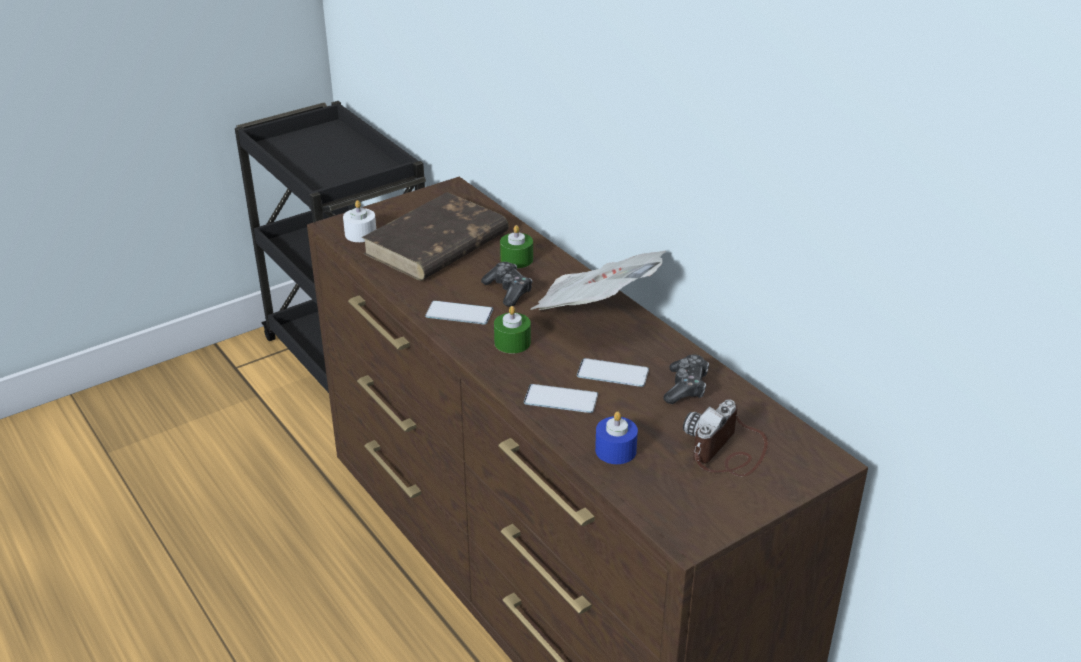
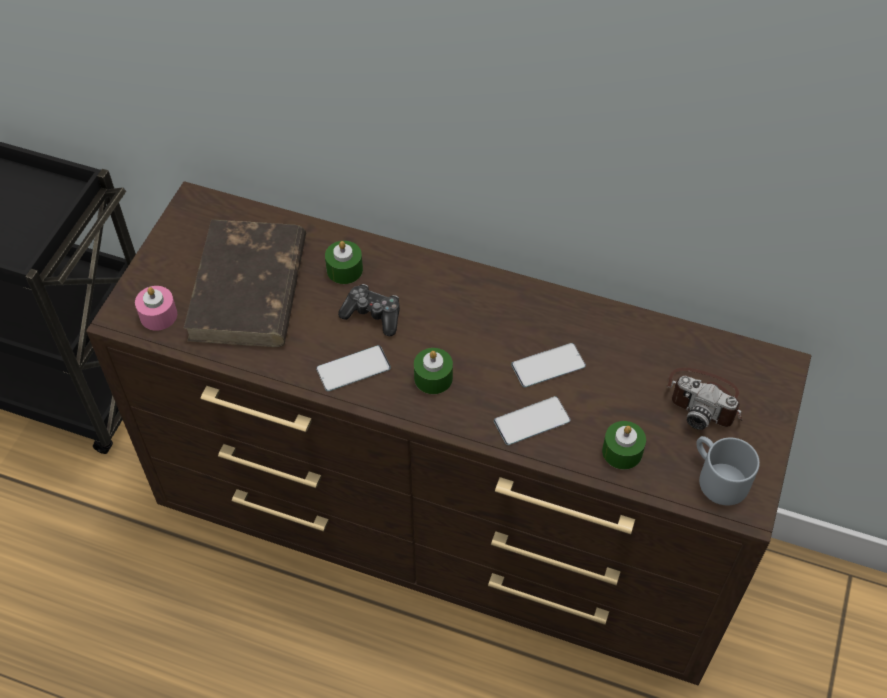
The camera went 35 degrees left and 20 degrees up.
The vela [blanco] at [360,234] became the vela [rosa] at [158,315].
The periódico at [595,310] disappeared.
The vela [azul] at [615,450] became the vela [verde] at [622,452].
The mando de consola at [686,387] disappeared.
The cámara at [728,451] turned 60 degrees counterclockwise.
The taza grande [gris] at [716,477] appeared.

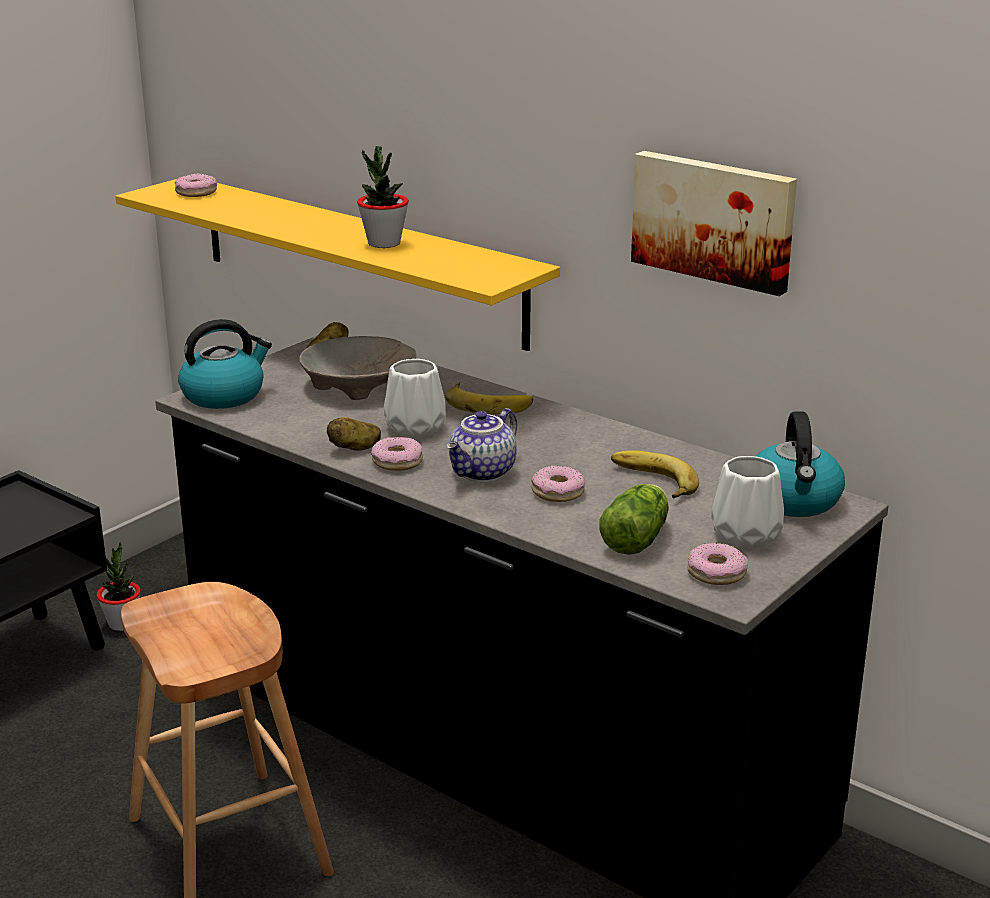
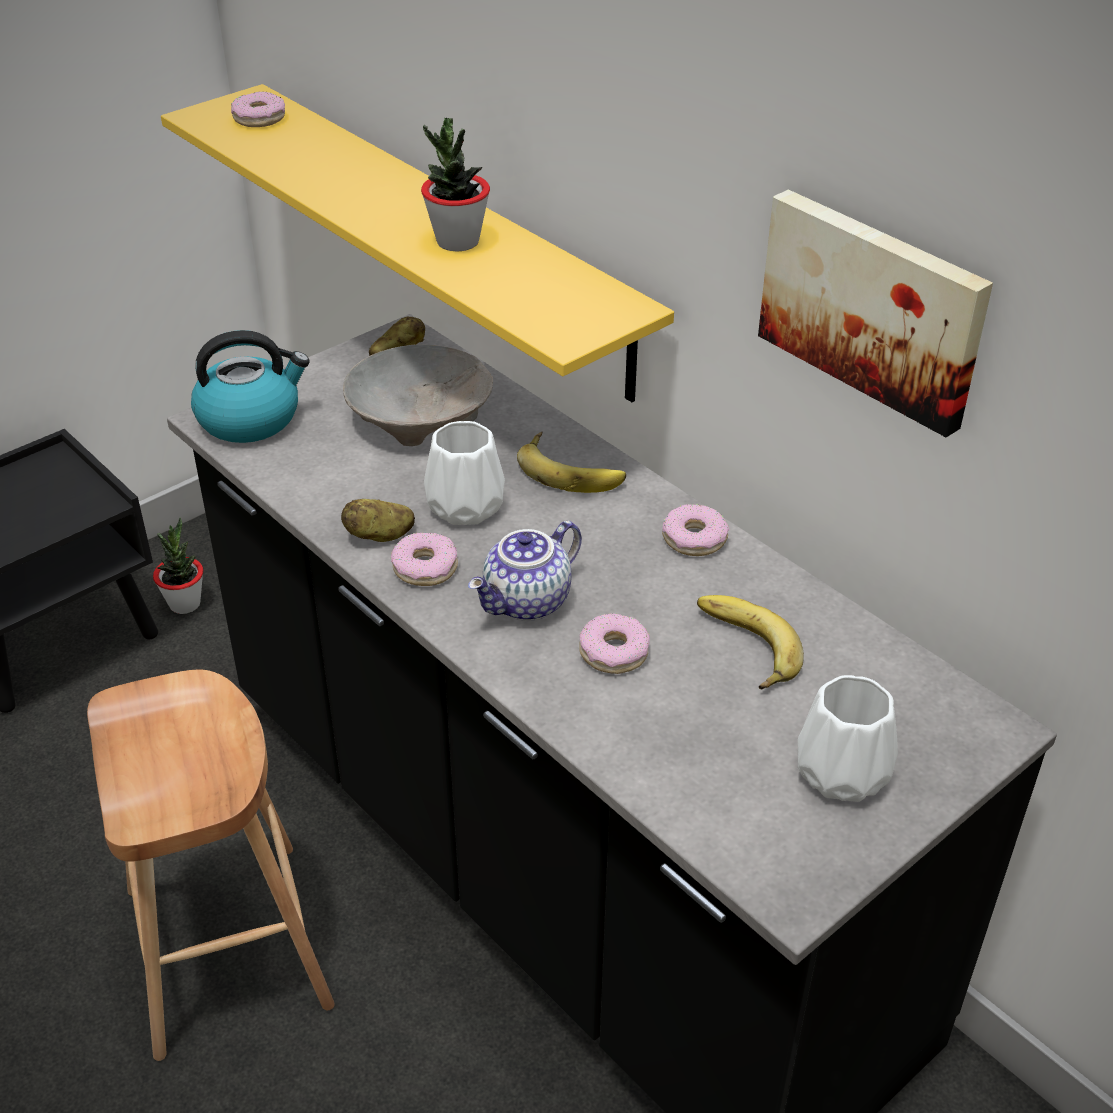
The camera went 10 degrees right and 15 degrees up.
The lechuga at [637,537] disappeared.
The rosquilla moved from [716,573] to [694,538].
The hervidor at [794,501] disappeared.

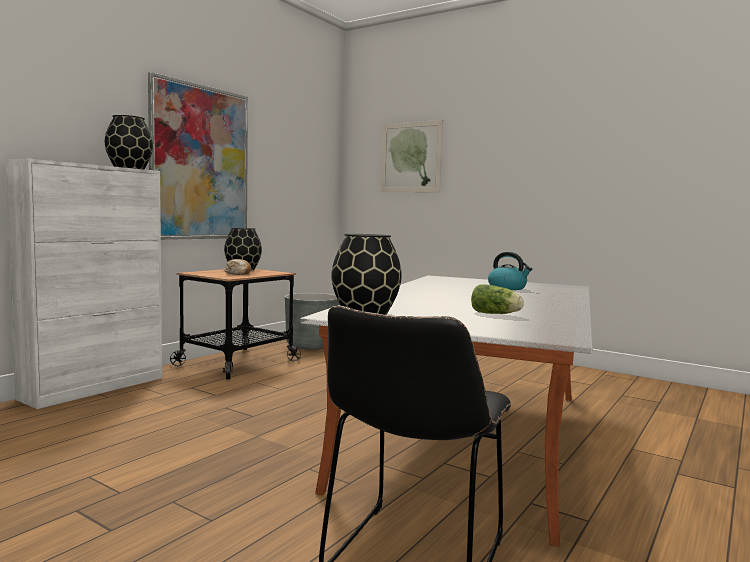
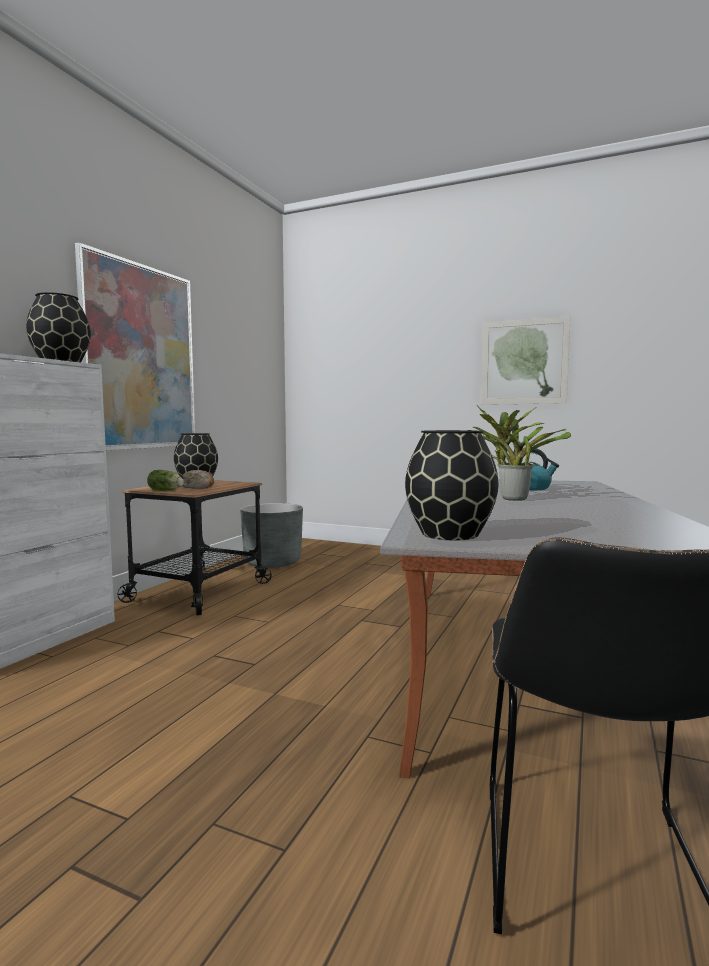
The camera went 10 degrees left and 0 degrees up.
The cuadro moved from [411,157] to [524,362].
The lechuga moved from [496,314] to [166,490].
The planta en maceta at [510,498] appeared.

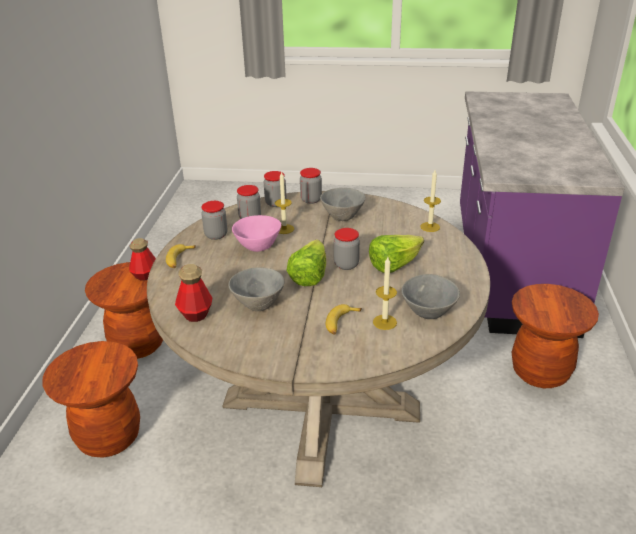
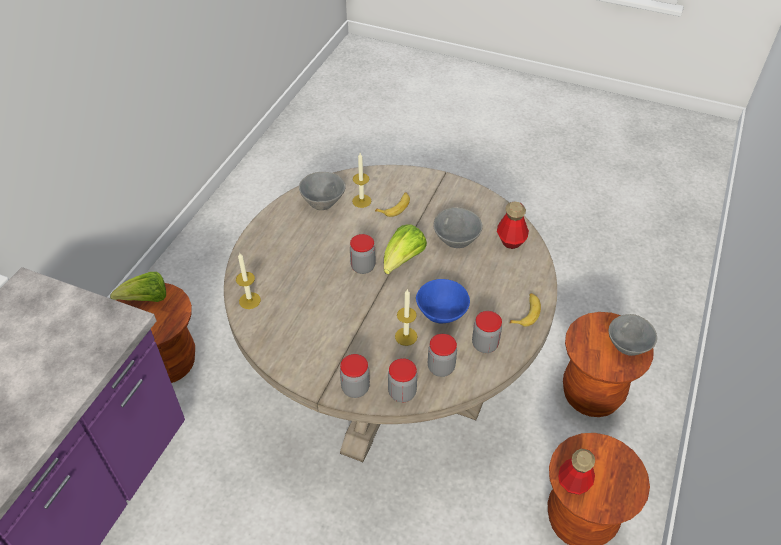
The camera went 165 degrees left and 15 degrees up.
The cuenco [rosa] at [257,245] became the cuenco [azul] at [442,315].
The cuenco [gris] moved from [344,216] to [626,346].
The lechuga moved from [394,265] to [146,299].

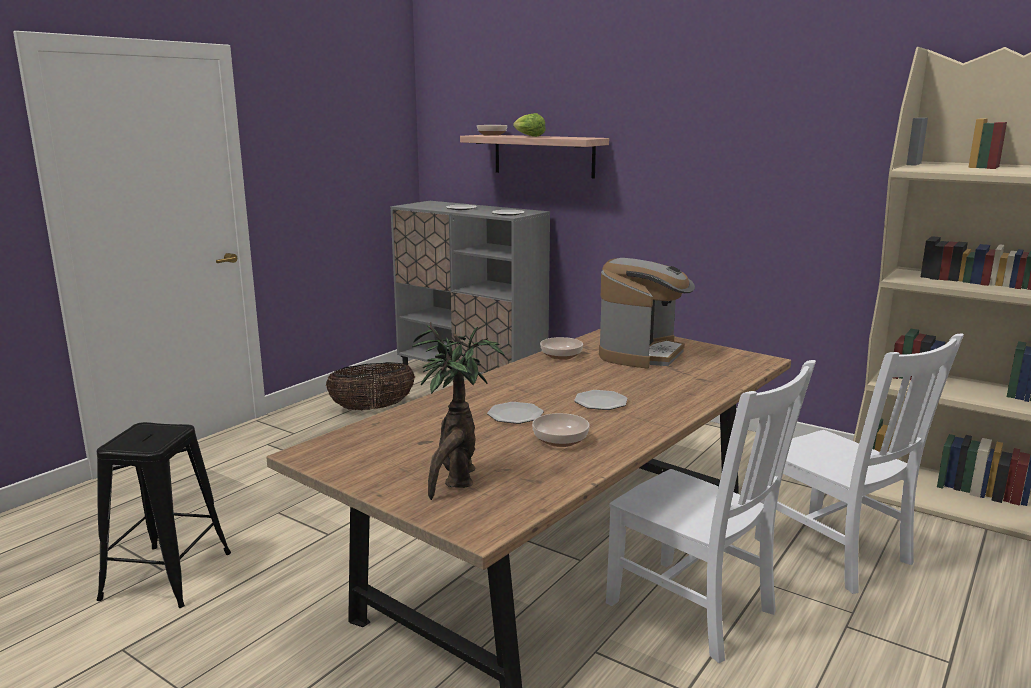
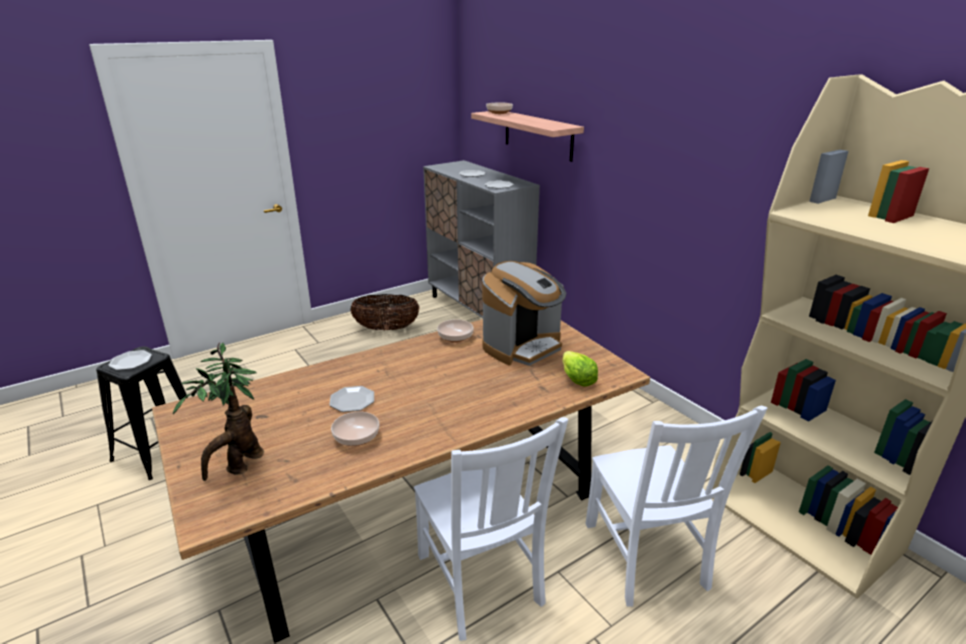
The camera went 20 degrees right and 10 degrees up.
The lechuga moved from [528,136] to [576,379].
The plato moved from [600,402] to [130,361].

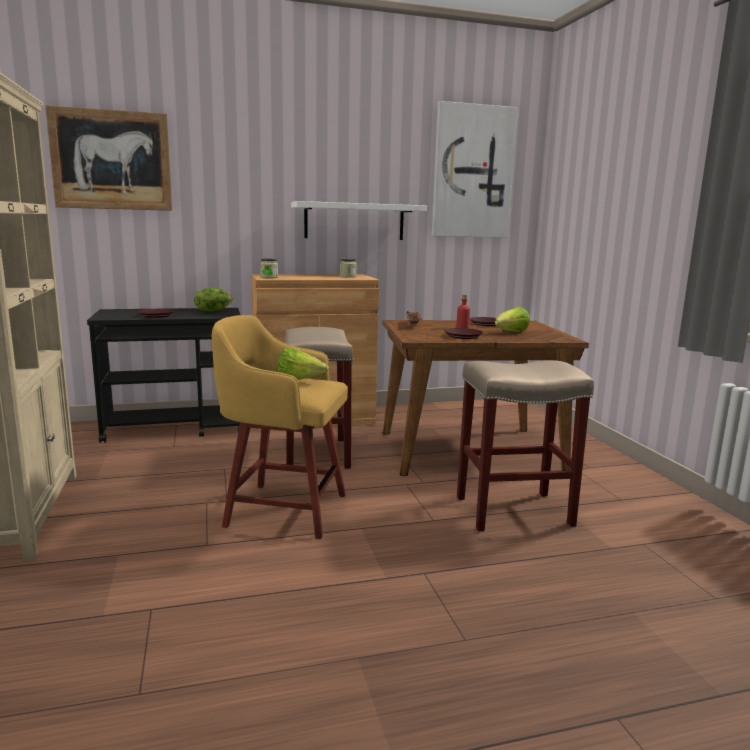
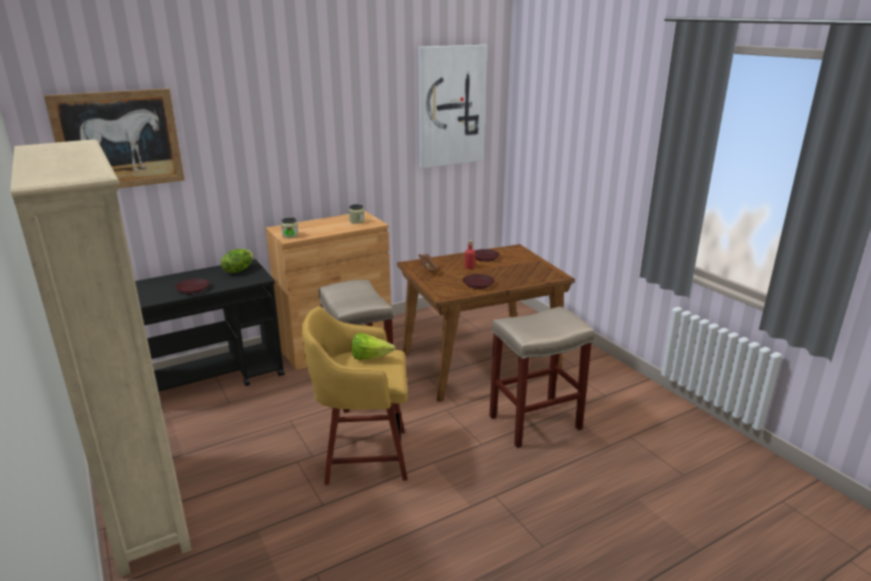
The camera went 15 degrees left and 10 degrees up.
The estante [blanco] at [354,221] disappeared.
The lechuga at [511,333] disappeared.

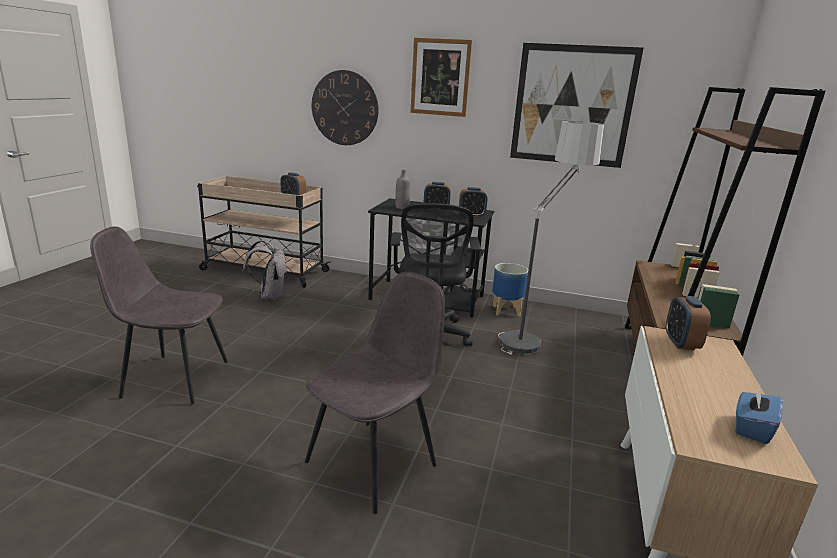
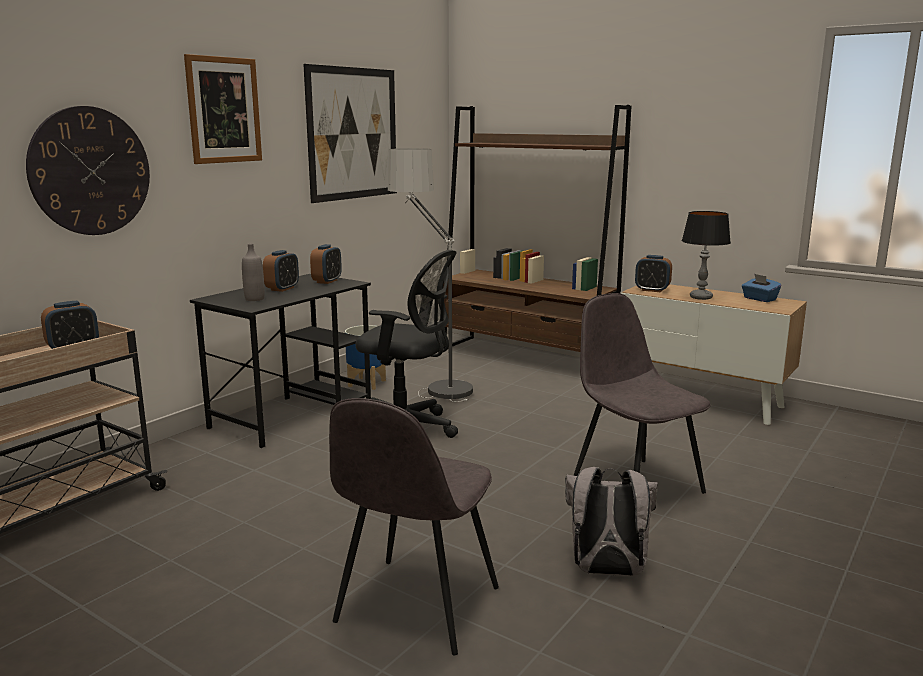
The camera went 70 degrees left and 5 degrees down.
The mochila [gris] moved from [270,296] to [606,571].
The lámpara de mesa at [701,297] appeared.

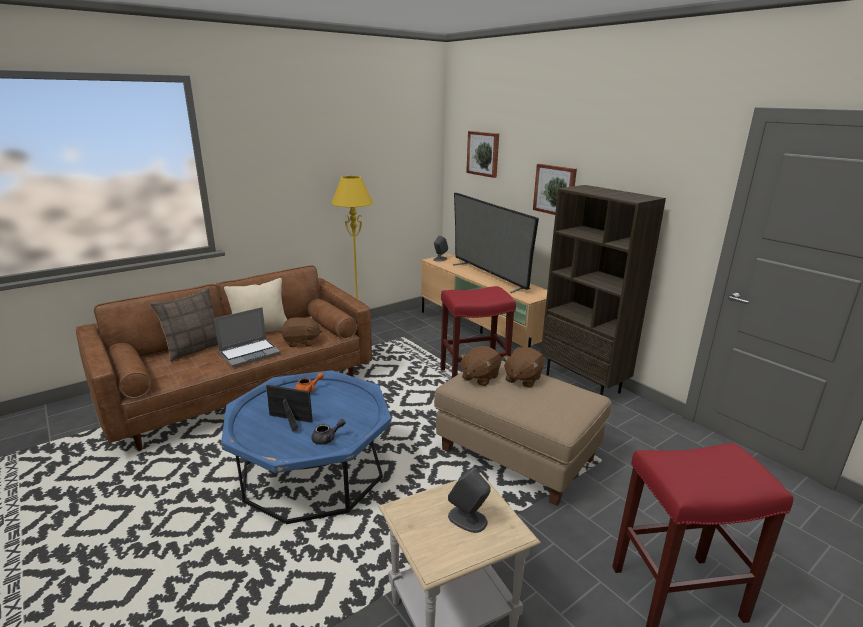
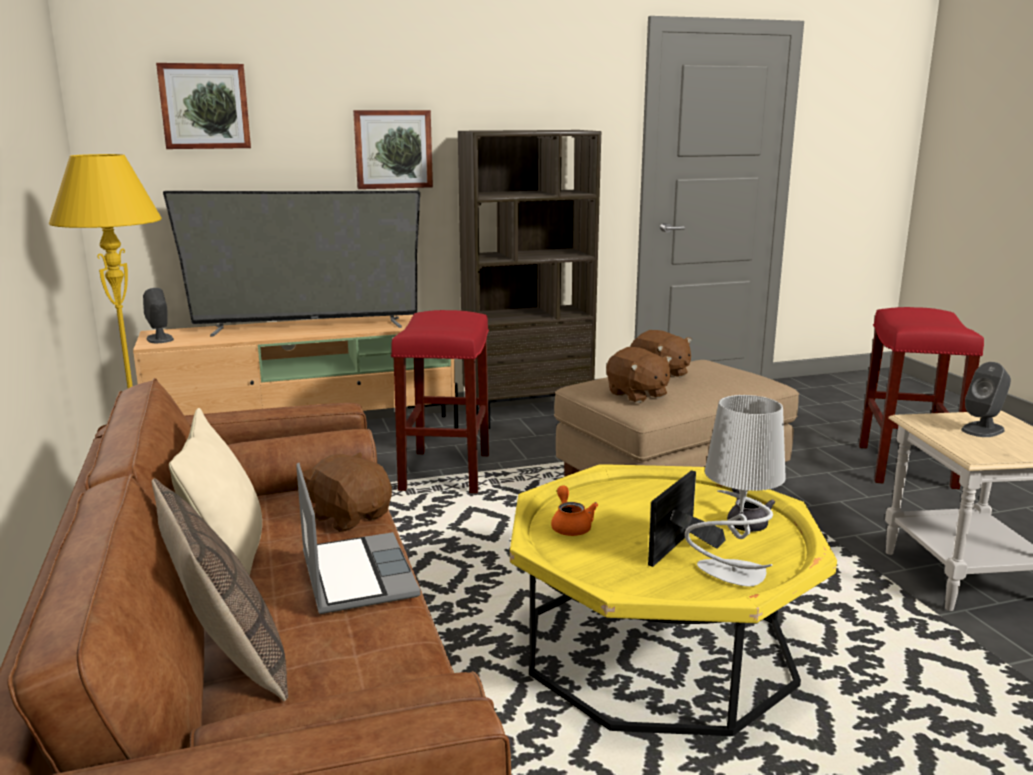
The camera went 70 degrees left and 5 degrees down.
The mesa de centro [azul] at [313,471] became the mesa de centro [amarillo] at [658,648].
The peluche [marrón] at [301,342] turned 60 degrees counterclockwise.
The lámpara de mesa [gris] at [732,574] appeared.

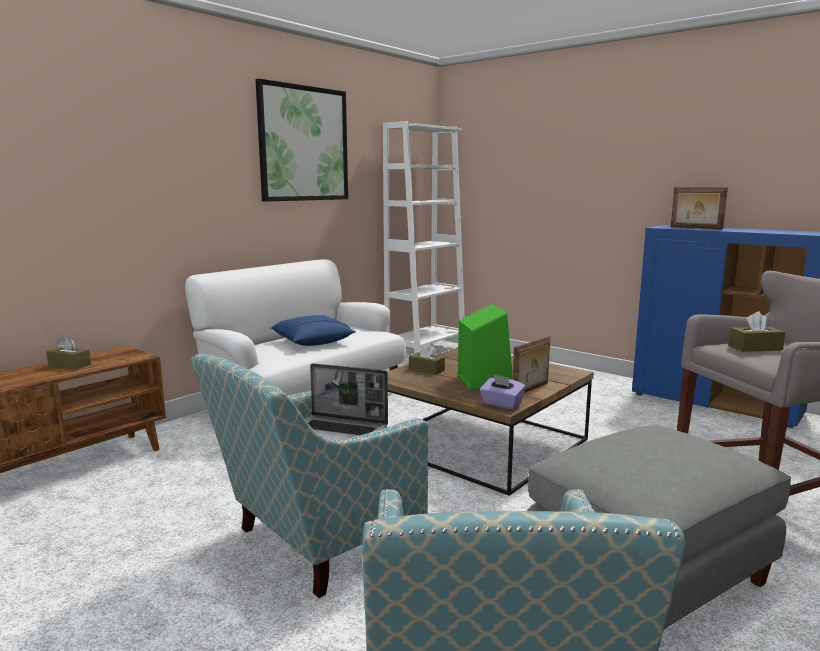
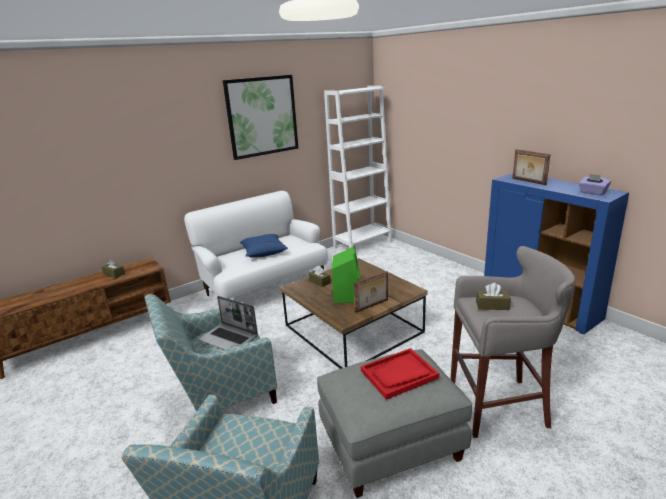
The camera went 15 degrees right and 10 degrees up.
The caja de pañuelos [morado] moved from [501,404] to [592,193].
The bandeja [rojo] at [399,374] appeared.

